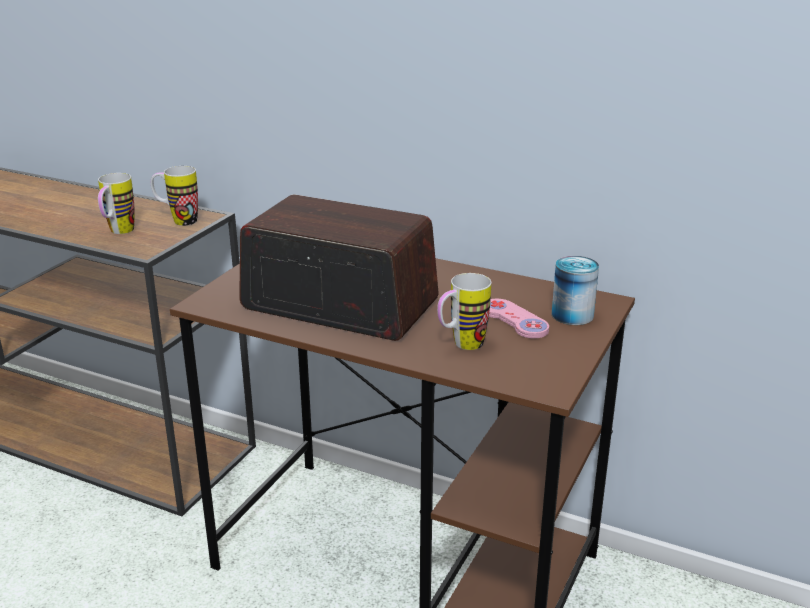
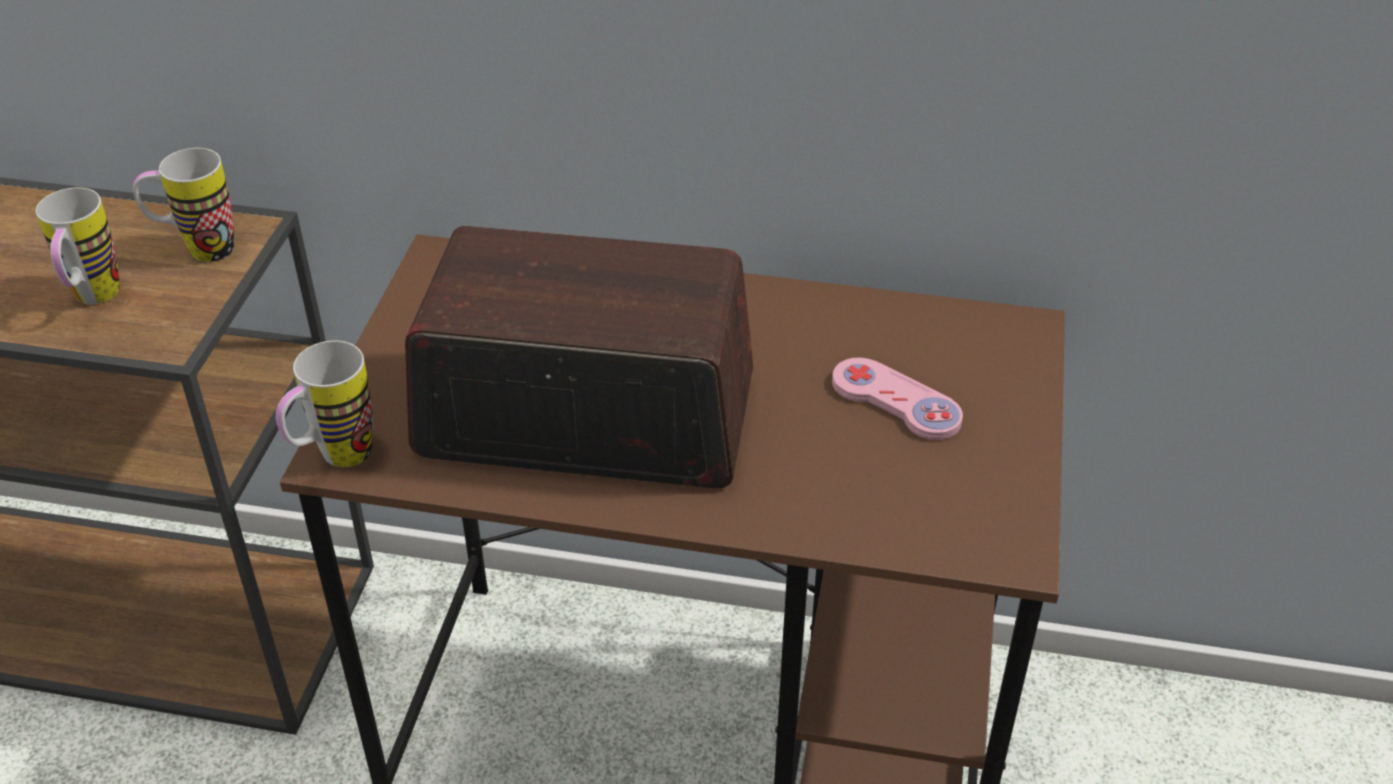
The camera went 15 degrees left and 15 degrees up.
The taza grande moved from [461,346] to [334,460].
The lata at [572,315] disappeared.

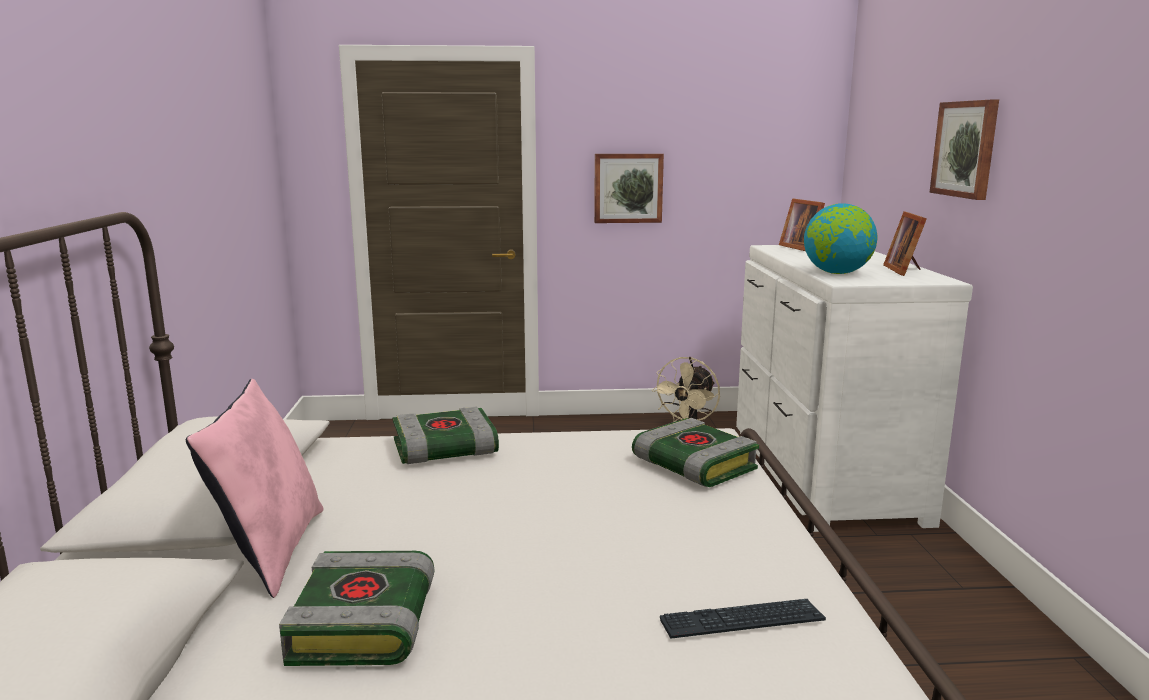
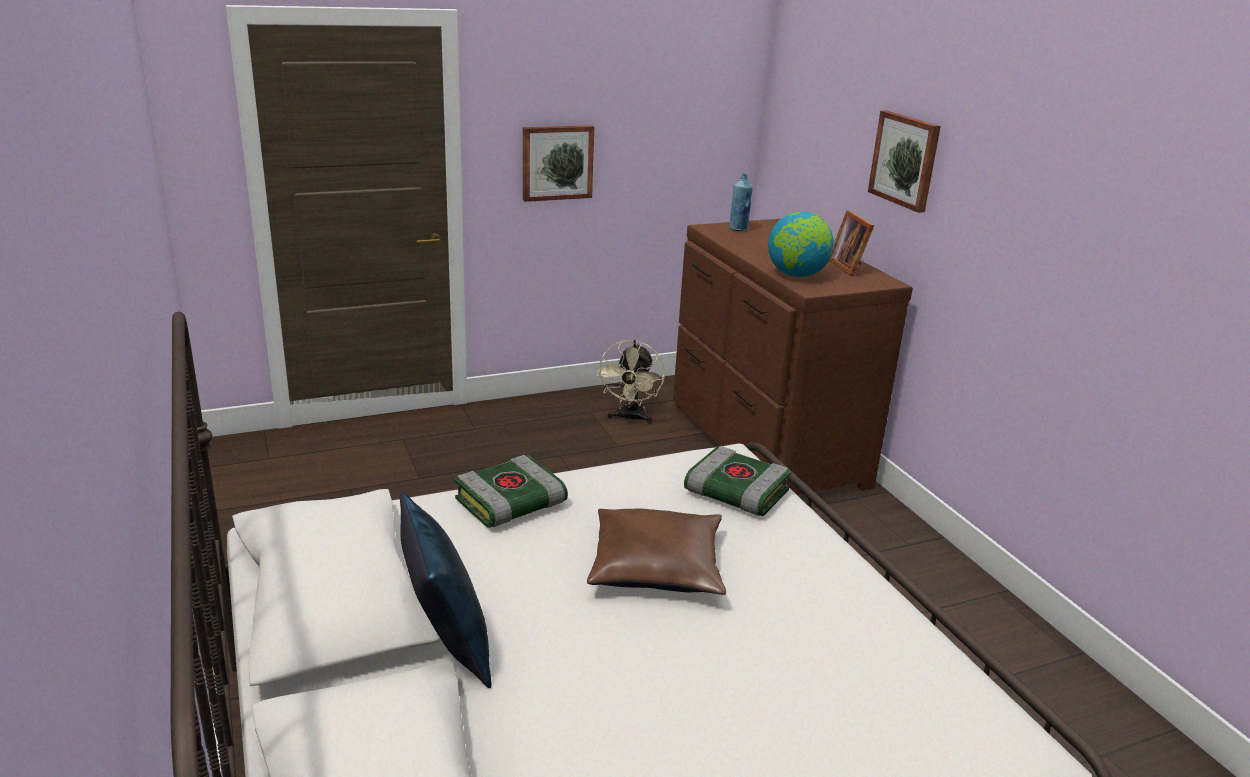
The camera went 20 degrees left and 10 degrees up.
The cojín [rosa] at [270,551] became the cojín [azul] at [446,643].
The libro at [365,625] disappeared.
The teclado at [742,621] disappeared.
The cómoda [blanco] at [821,474] became the cómoda [marrón] at [763,444].
The portarretratos at [801,248] was replaced by the botella [azul] at [738,229].
The cojín [marrón] at [656,565] appeared.

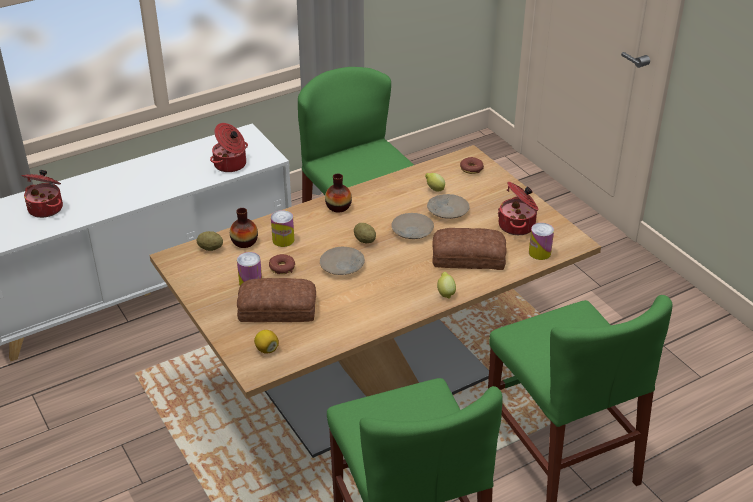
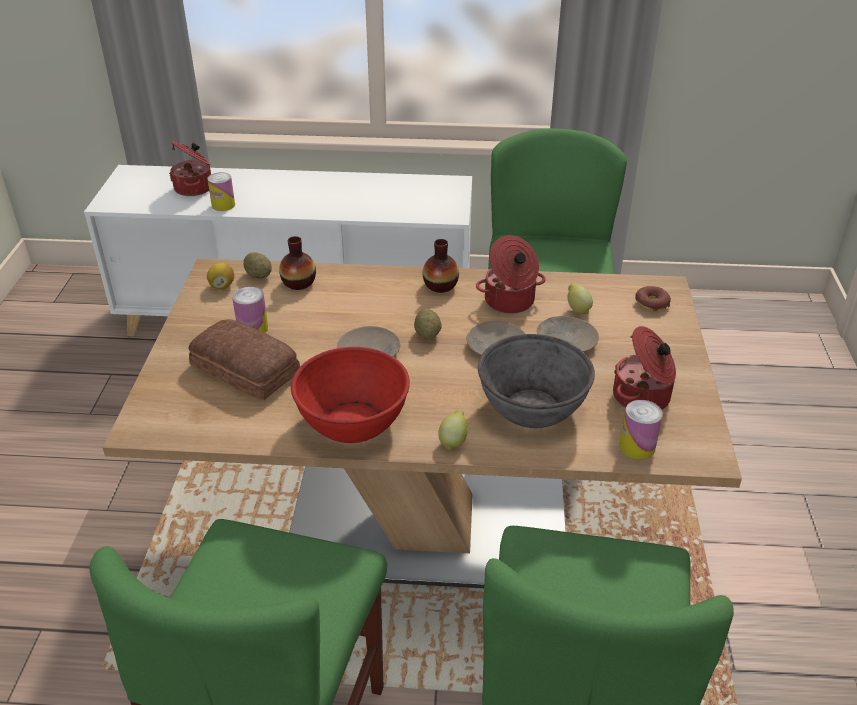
The camera went 35 degrees right and 0 degrees up.
The olla moved from [231,165] to [510,302].
The limón moved from [267,349] to [222,286].
The rosquilla at [282,268] disappeared.
The lata moved from [283,240] to [223,205].
The pan at [467,256] was replaced by the cuenco [gris] at [532,407].
The cuenco [rojo] at [352,422] appeared.

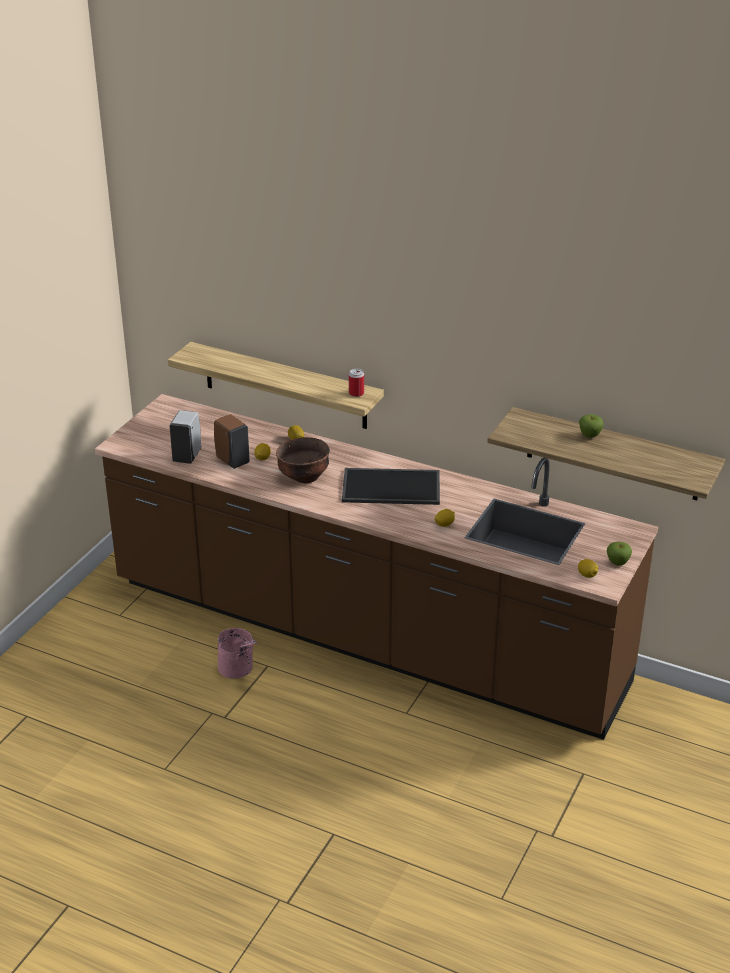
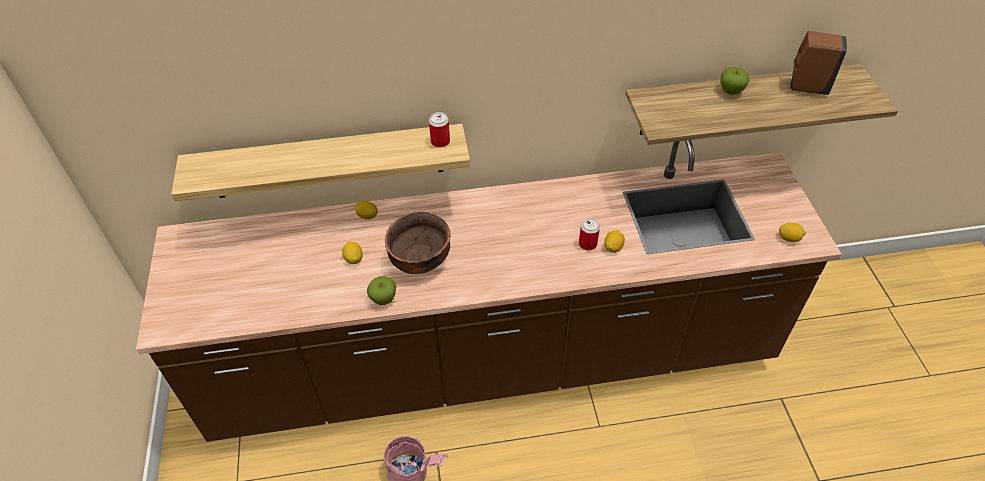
The camera went 35 degrees left and 15 degrees up.
The dispensador de jabón [blanco] at [187,456] disappeared.
The dispensador de jabón [marrón] moved from [232,461] to [806,88].
The bandeja at [392,486] disappeared.
The manzana moved from [617,562] to [383,299].
The lata at [587,244] appeared.

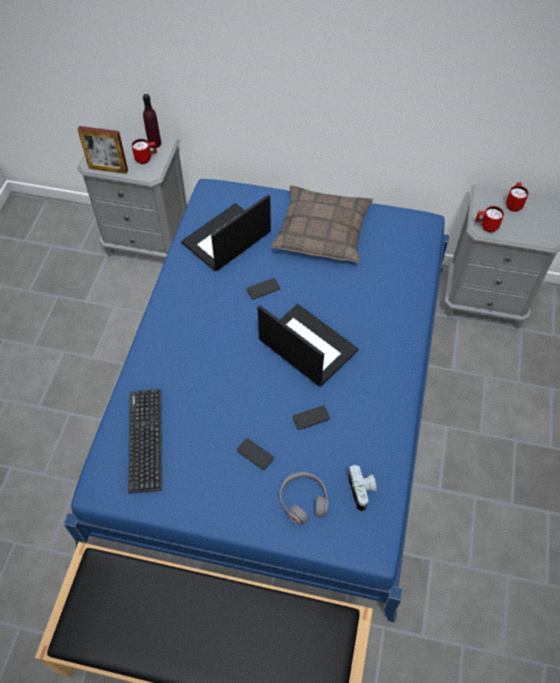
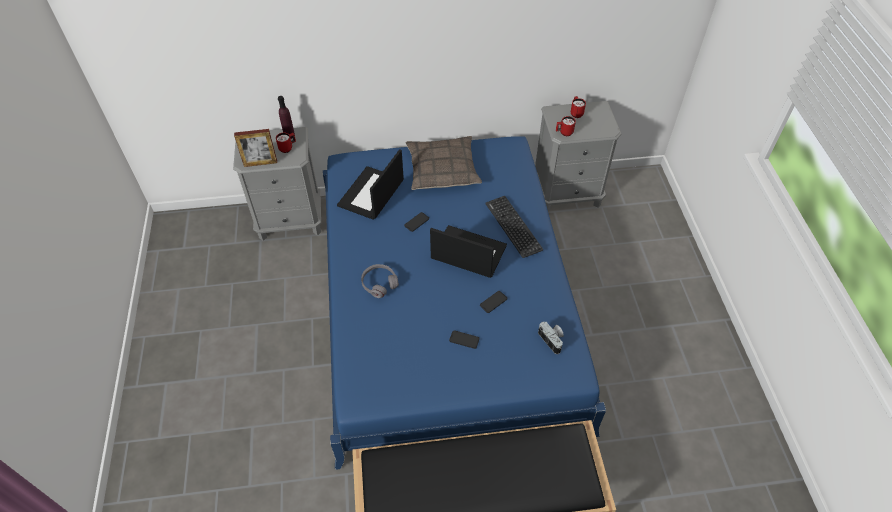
The camera went 20 degrees left and 5 degrees down.
The teclado moved from [145,440] to [513,226].
The auriculares [gris] moved from [303,500] to [379,283].

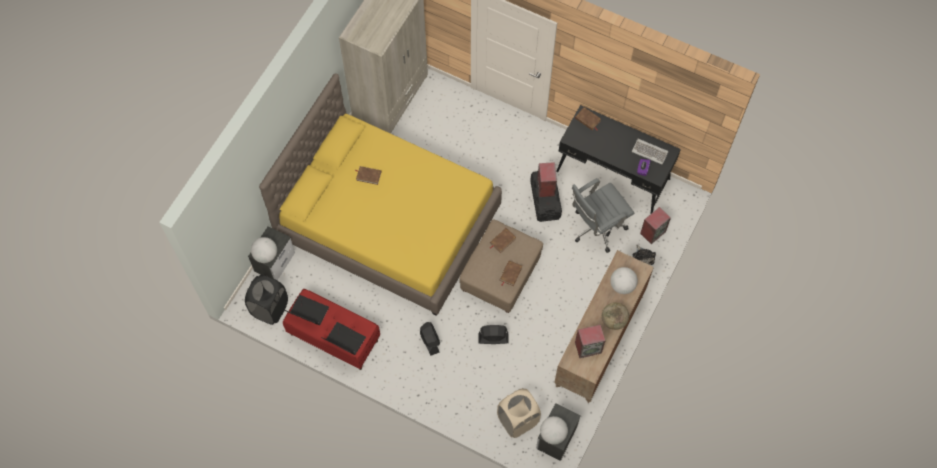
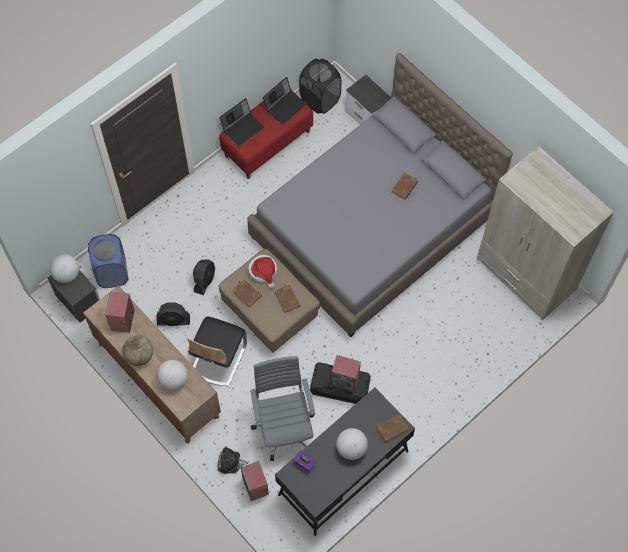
The camera went 110 degrees right and 0 degrees up.
The globo terráqueo moved from [265,255] to [351,448].
The cama [amarillo] at [389,222] became the cama [gris] at [373,227].
The ventilador [negro] moved from [429,341] to [173,320].
The cesto de la ropa [beis] at [517,420] became the cesto de la ropa [azul] at [112,272].
The teclado at [650,152] disappeared.
The silla at [218,358] appeared.
The sombrero at [263,272] appeared.

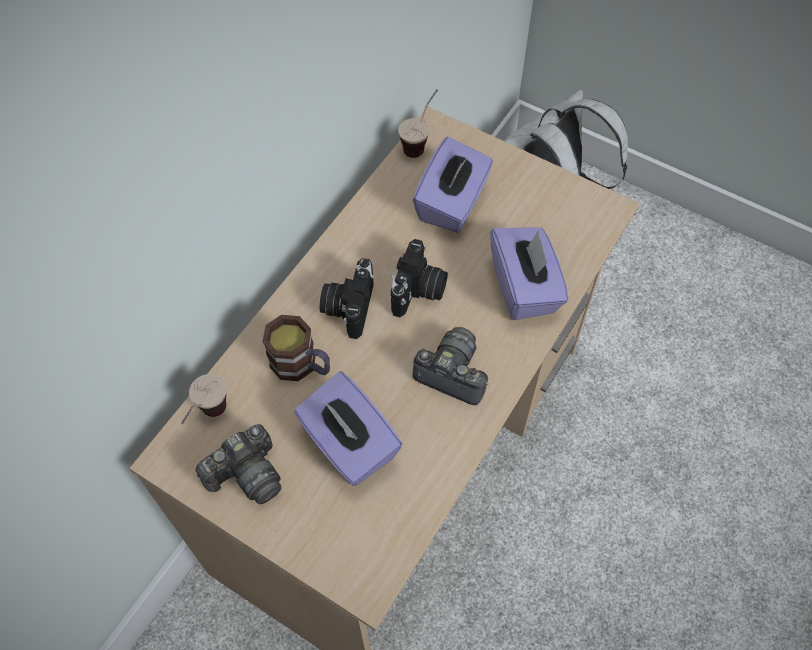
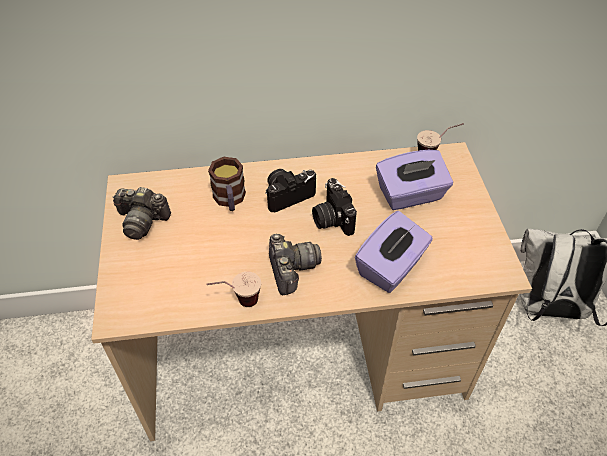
The camera went 50 degrees right and 10 degrees down.
The taza moved from [208,419] to [237,303].
The caja de pañuelos [morado] at [349,445] disappeared.
The cámara at [419,291] turned 90 degrees clockwise.

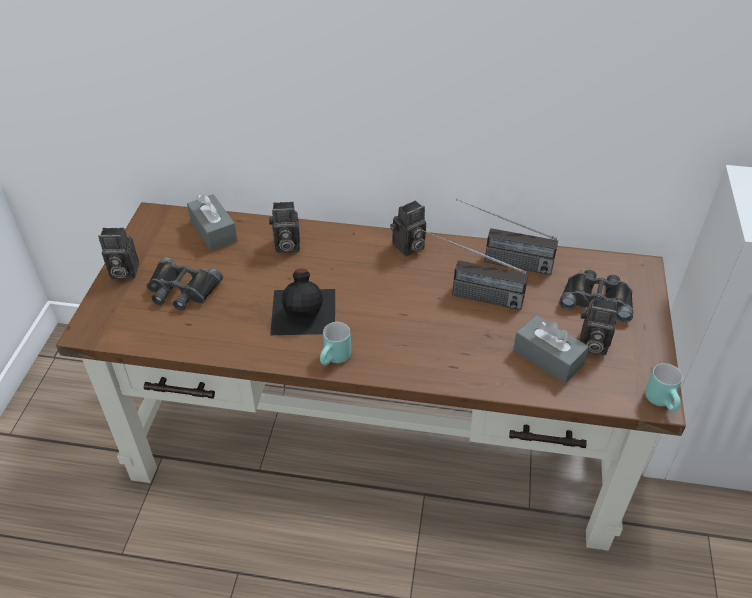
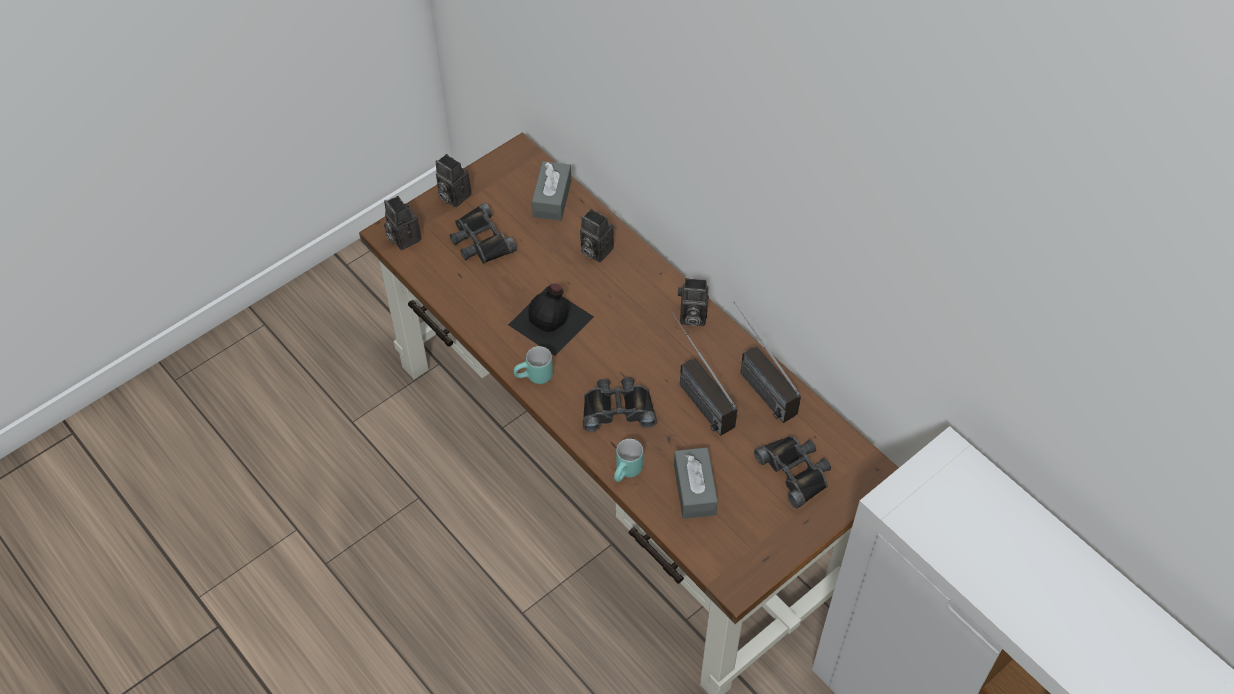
The camera went 40 degrees right and 10 degrees up.
The cámara moved from [591,344] to [402,237].
The taza grande [turquesa] moved from [663,402] to [628,473].
The prismáticos [negro] at [617,408] appeared.

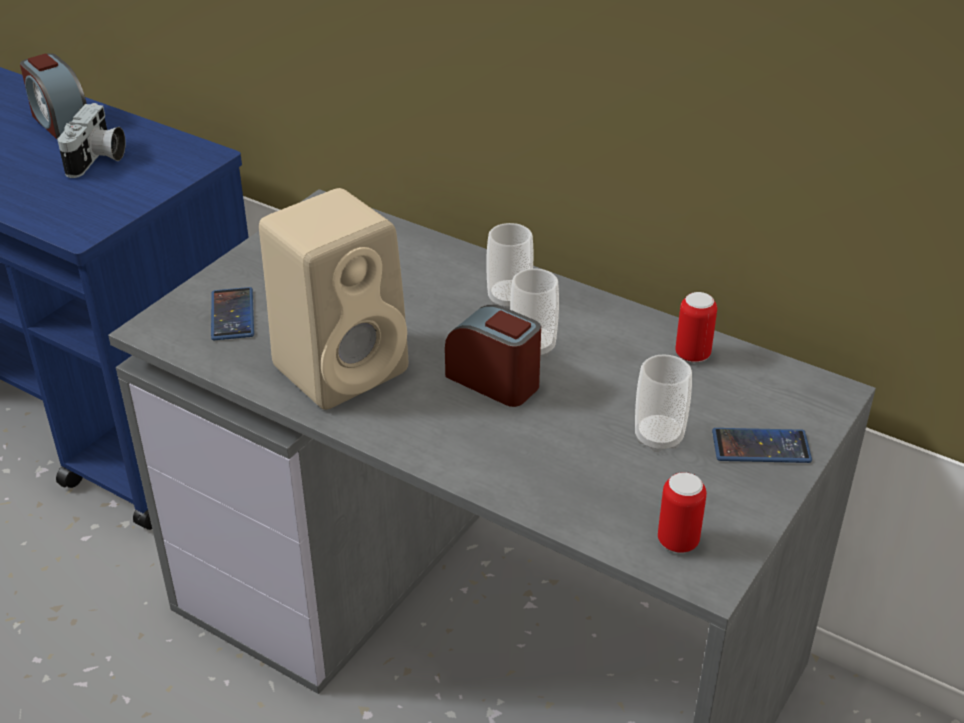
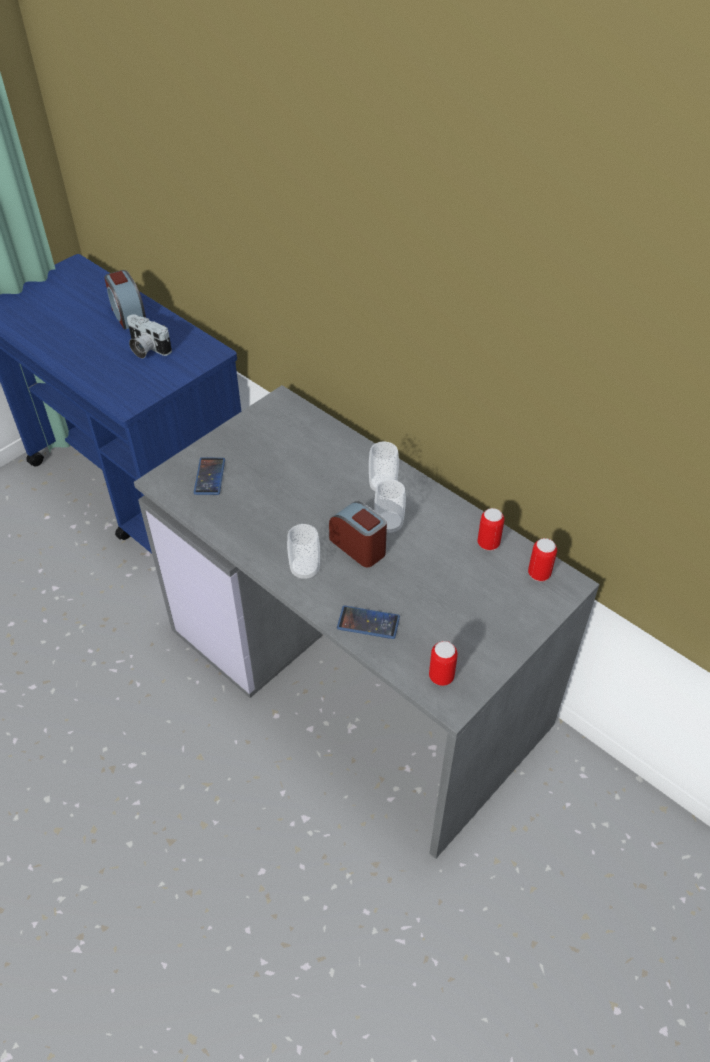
The camera went 10 degrees right and 10 degrees up.
The cámara at [97,160] turned 105 degrees clockwise.
The altavoz [beis] at [343,367] disappeared.
The taza moved from [658,438] to [305,570].
The móvil moved from [761,447] to [368,623].
The lata at [539,574] appeared.

